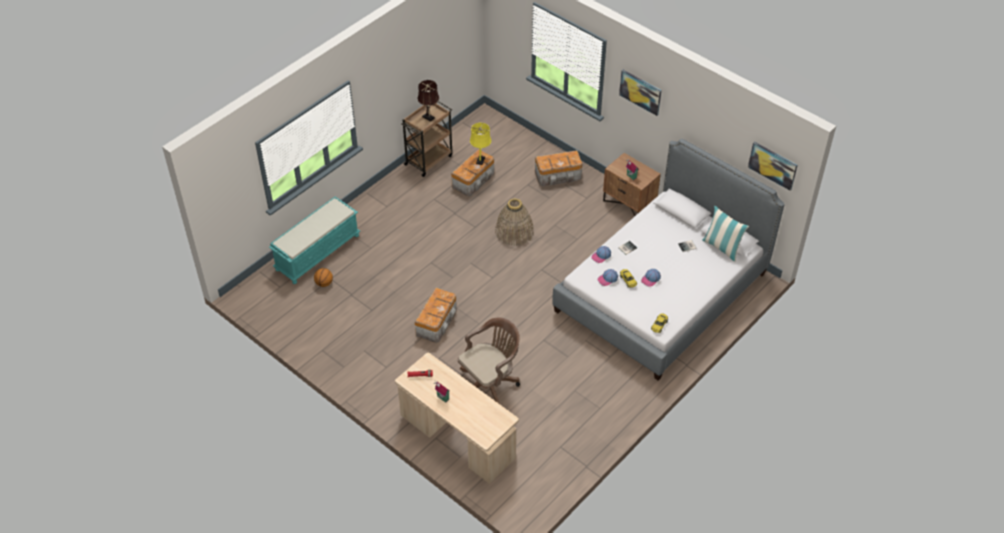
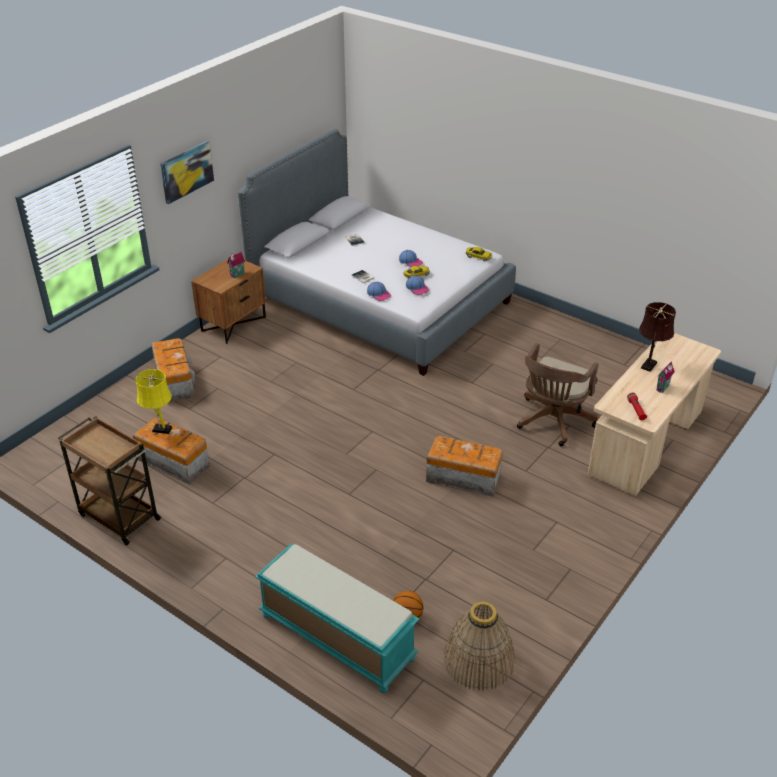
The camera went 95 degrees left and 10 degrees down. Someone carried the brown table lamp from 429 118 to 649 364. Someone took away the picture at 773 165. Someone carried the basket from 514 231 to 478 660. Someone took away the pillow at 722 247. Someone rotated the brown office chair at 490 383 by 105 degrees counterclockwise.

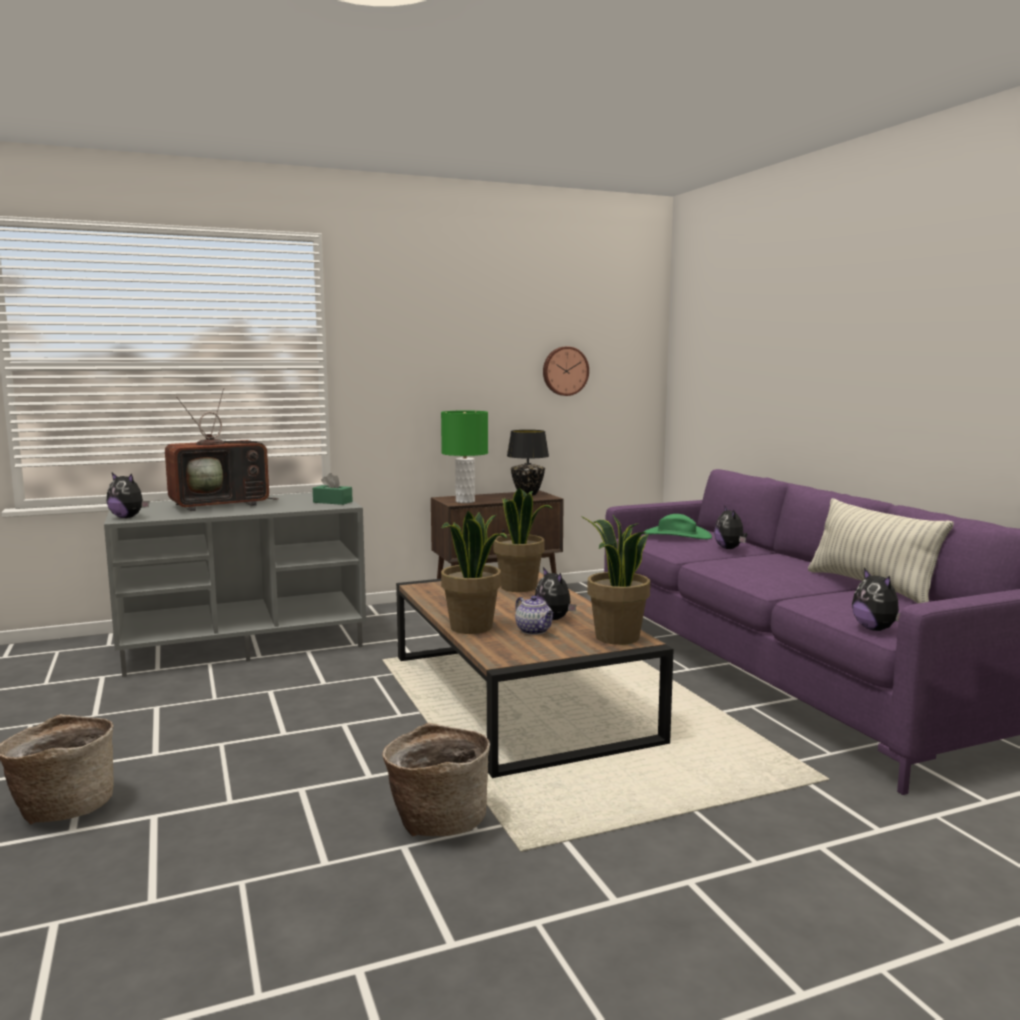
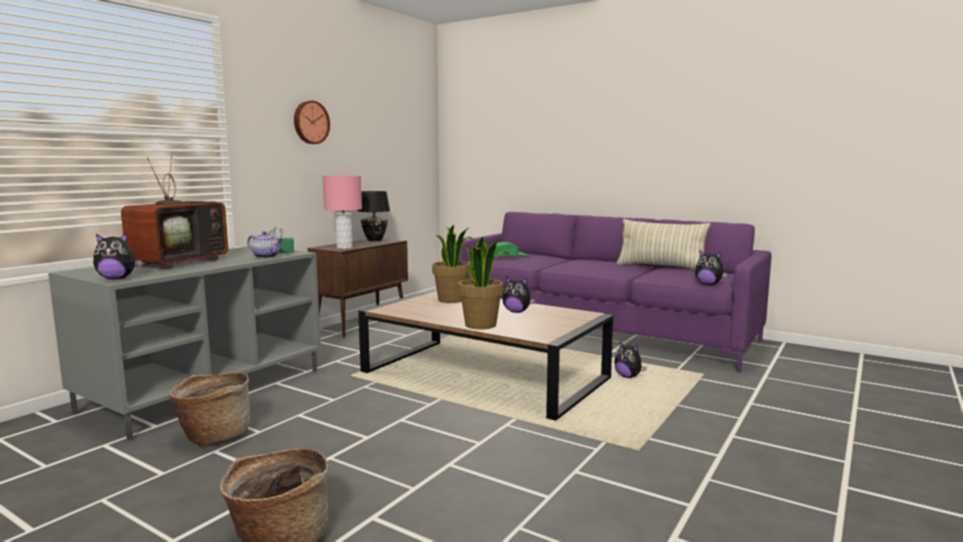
The camera went 35 degrees left and 0 degrees up. Someone carried the wall clock from 564 371 to 310 122. Someone repainted the green table lamp at 465 501, which became the pink table lamp at 344 248. Someone carried the plush toy from 730 548 to 628 376. Someone took away the potted plant at 616 637. Someone carried the teapot from 534 631 to 266 257. Someone carried the basket from 437 820 to 213 435.

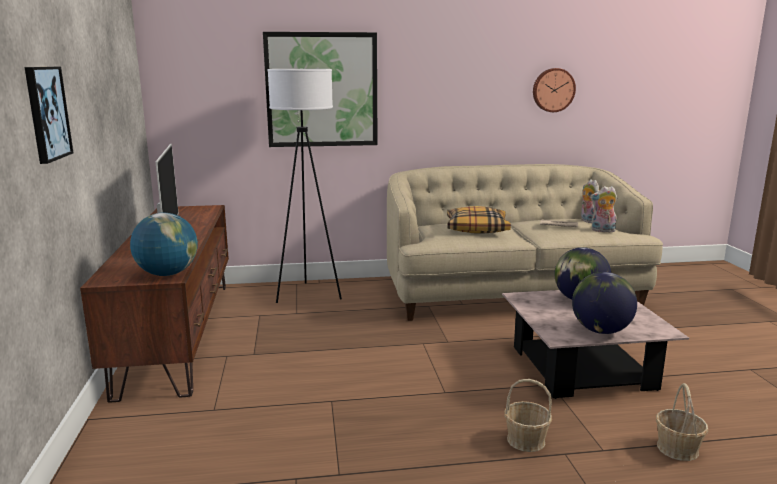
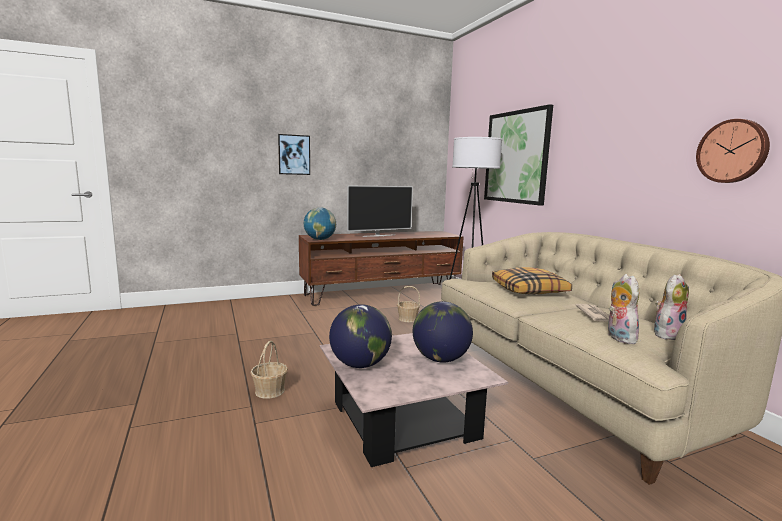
The camera went 75 degrees right and 5 degrees down. Someone carried the basket from 677 449 to 407 319.

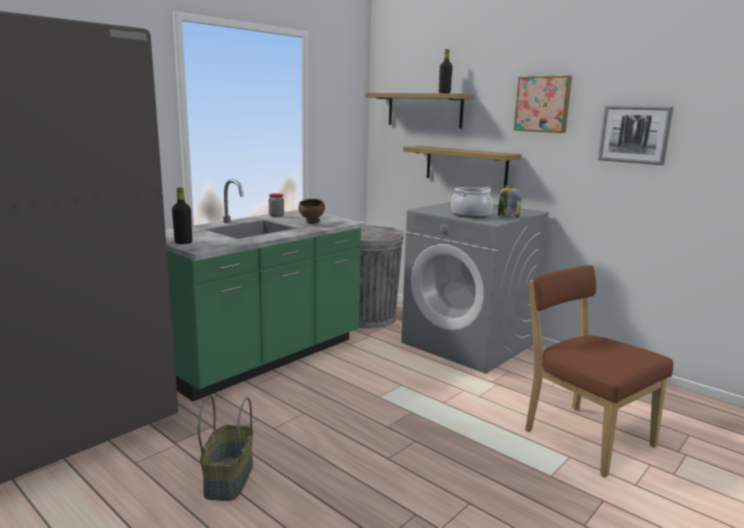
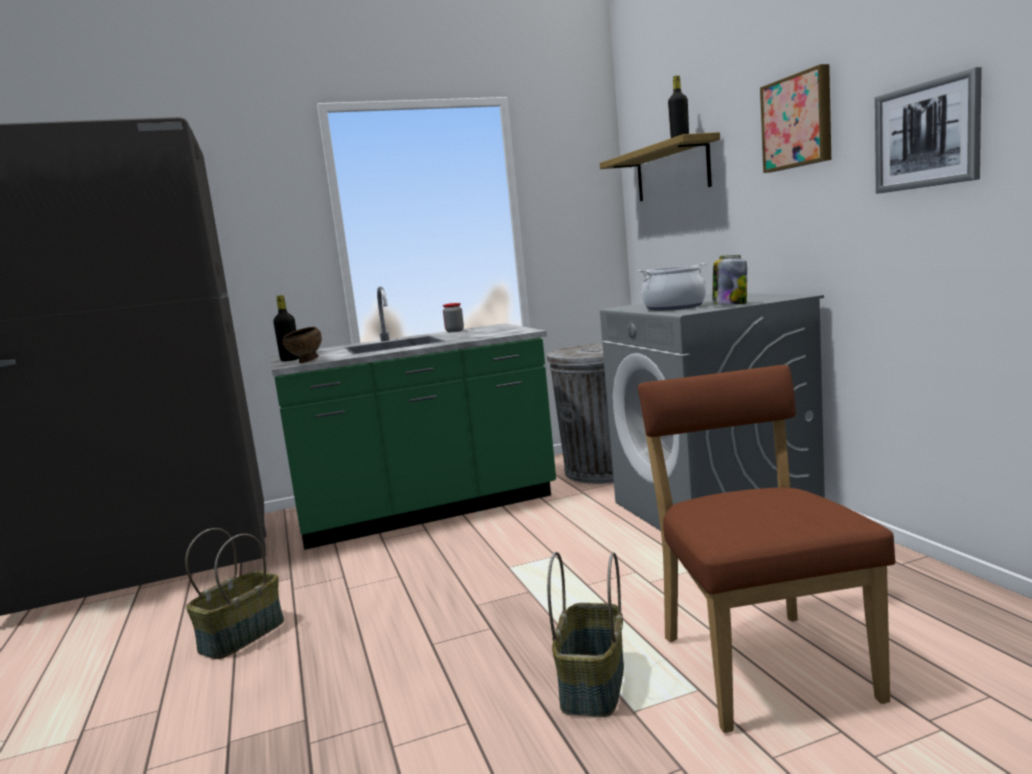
The camera went 30 degrees right and 5 degrees down. Someone took away the shelf at 466 166. Someone carried the brown bowl from 312 223 to 306 362. Someone put down the basket at 594 685.

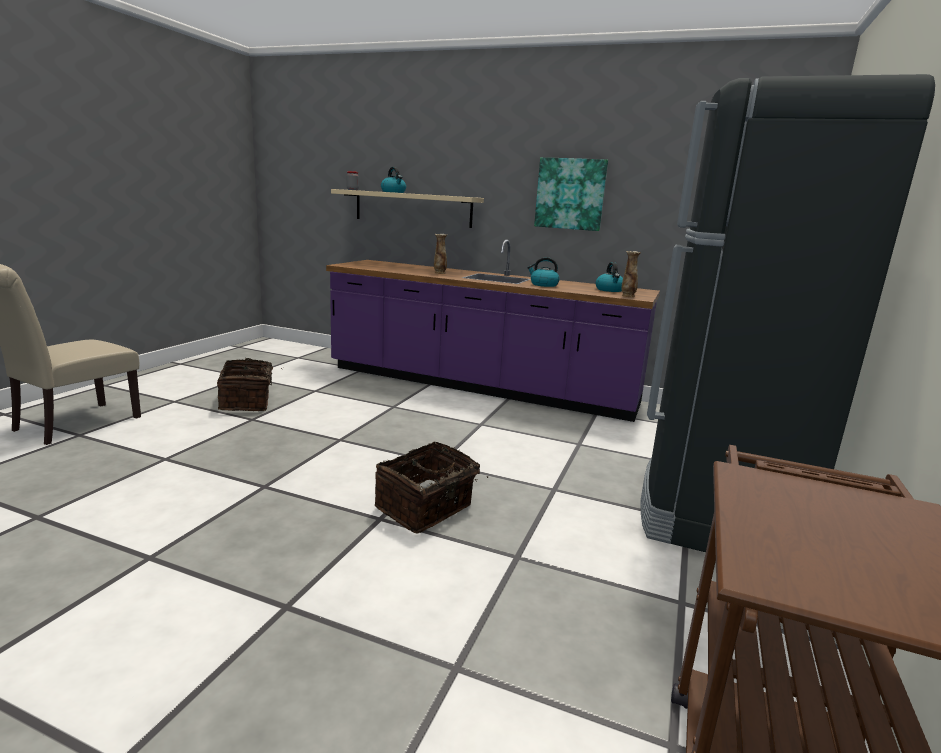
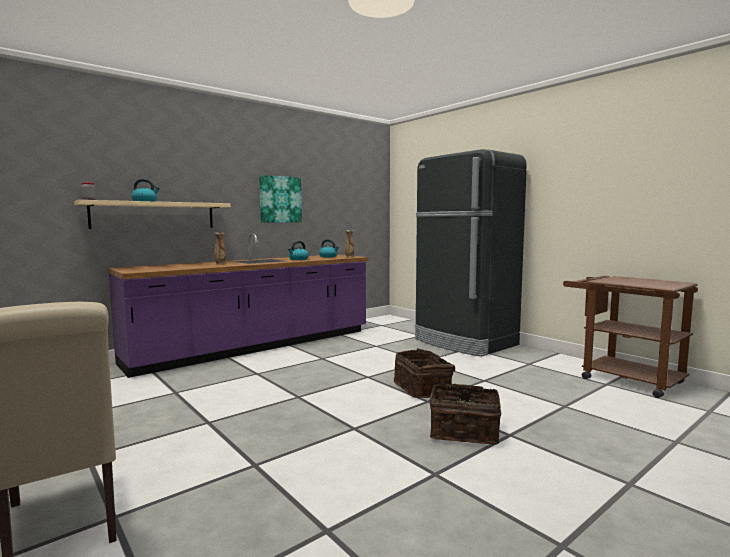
The camera went 60 degrees left and 10 degrees down. Someone carried the basket from 247 402 to 464 432.

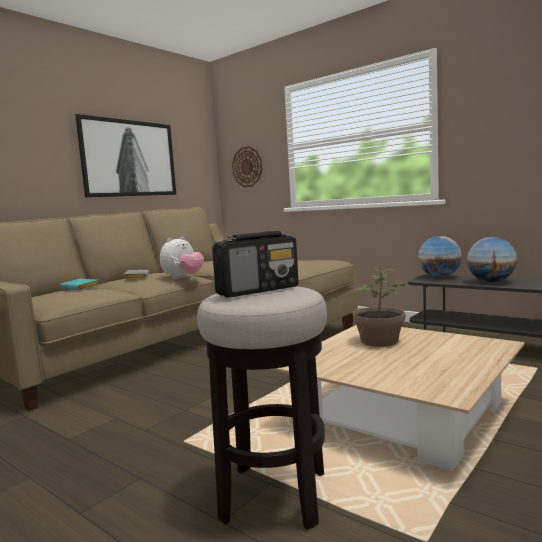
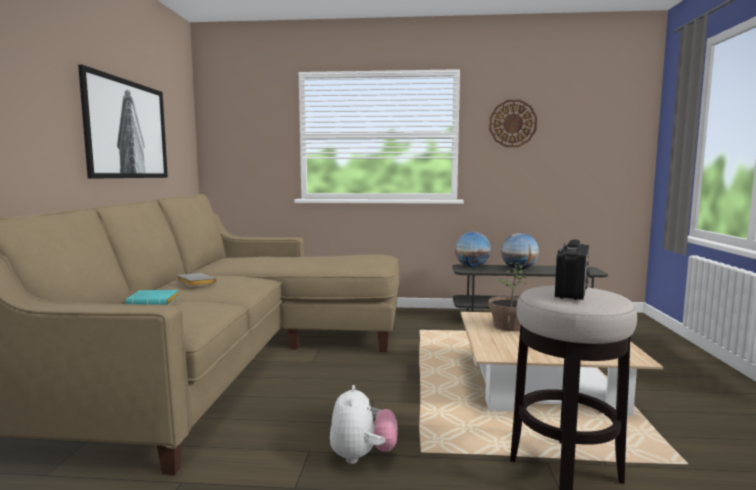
The camera went 35 degrees left and 0 degrees up. Someone carried the wall clock from 247 167 to 512 123. Someone carried the plush toy from 183 278 to 362 456.

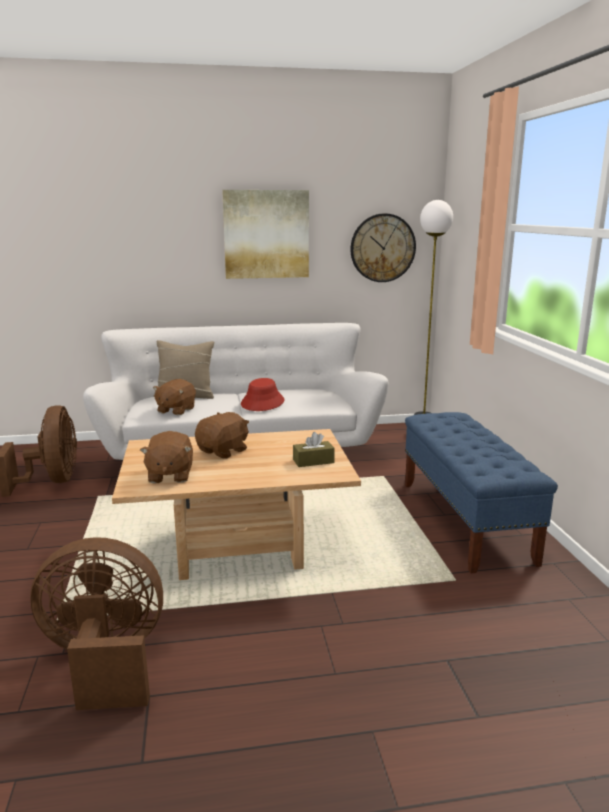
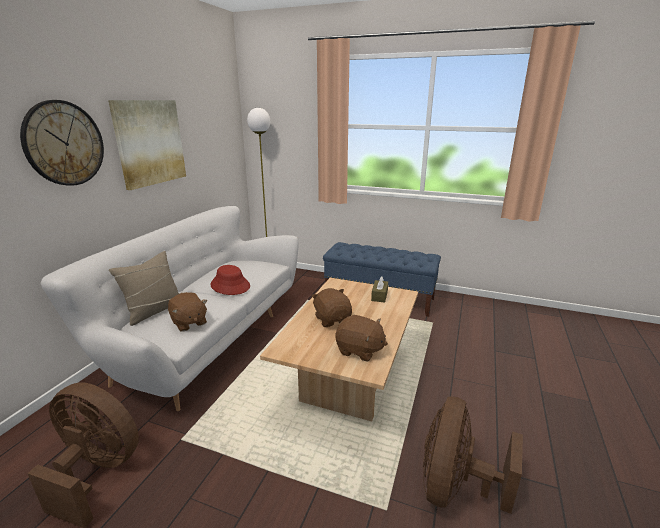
The camera went 60 degrees left and 5 degrees up. Someone carried the wall clock from 382 248 to 64 143.

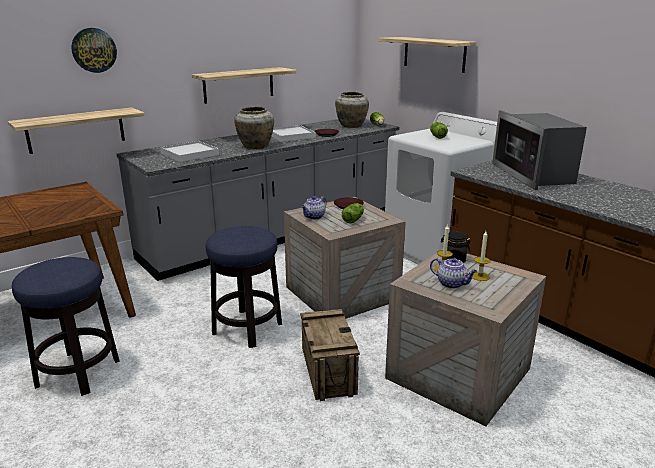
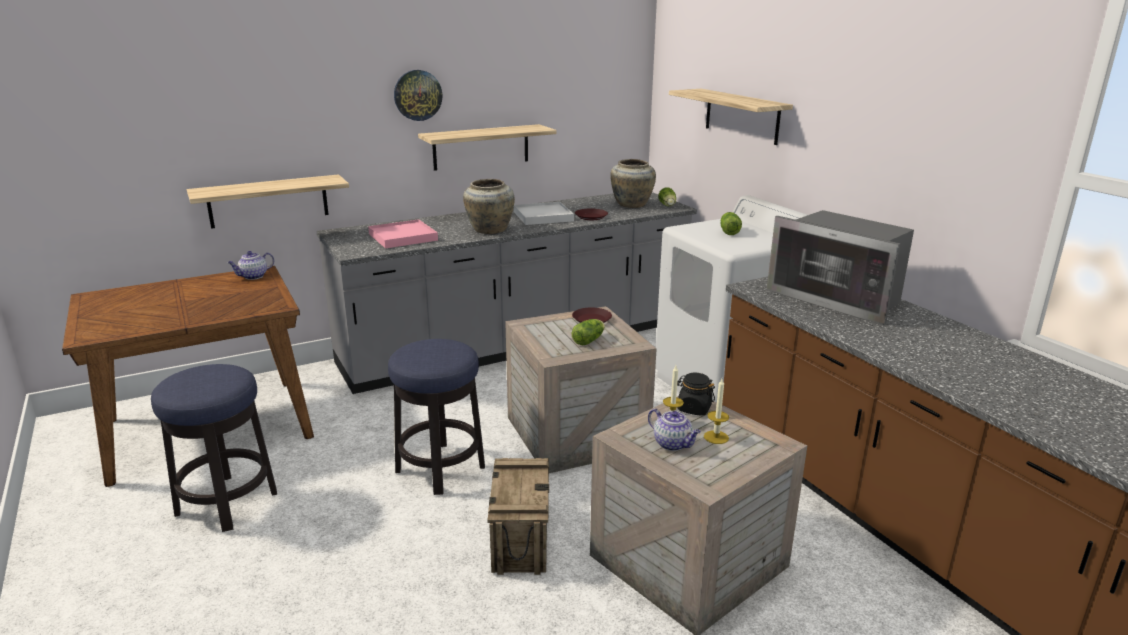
The camera went 10 degrees right and 0 degrees up. Someone carried the wall clock from 94 50 to 417 95. Someone rotated the microwave at 533 174 by 45 degrees counterclockwise. Someone repainted the white tray at 190 154, which became the pink tray at 403 237. Someone carried the teapot from 314 217 to 253 276.

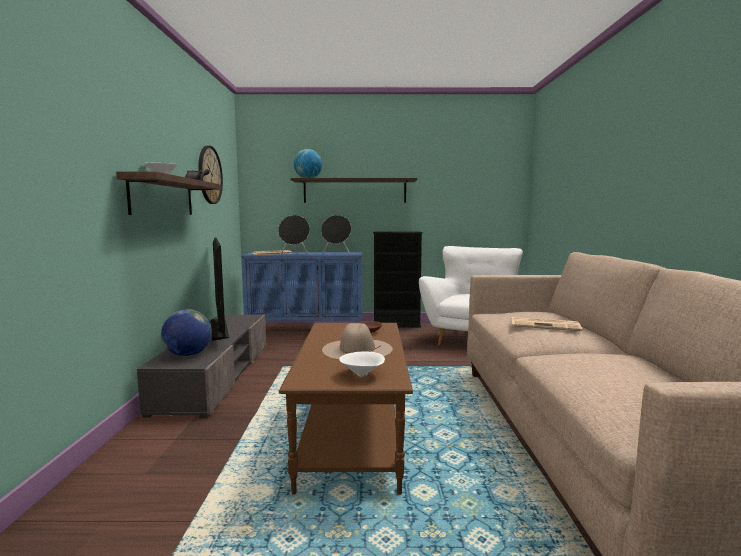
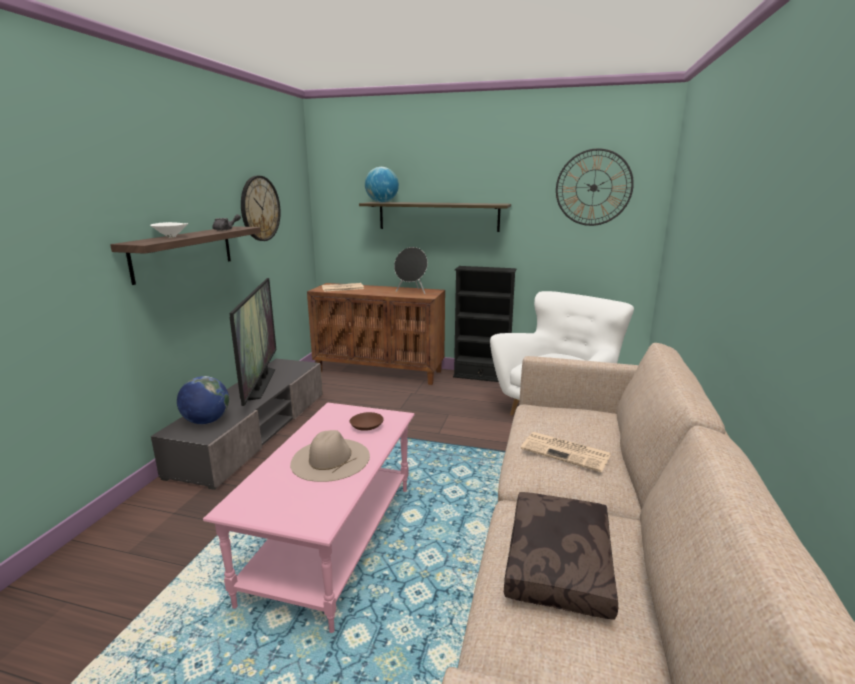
The camera went 15 degrees right and 10 degrees up. Someone took away the black speaker at 295 254. Someone repainted the blue cabinet at 306 328, which became the brown cabinet at 380 371. Someone repainted the brown coffee table at 353 436, which became the pink coffee table at 334 541. Someone took away the white bowl at 363 375. Someone put up the wall clock at 593 187. Someone put down the brown pillow at 561 564.

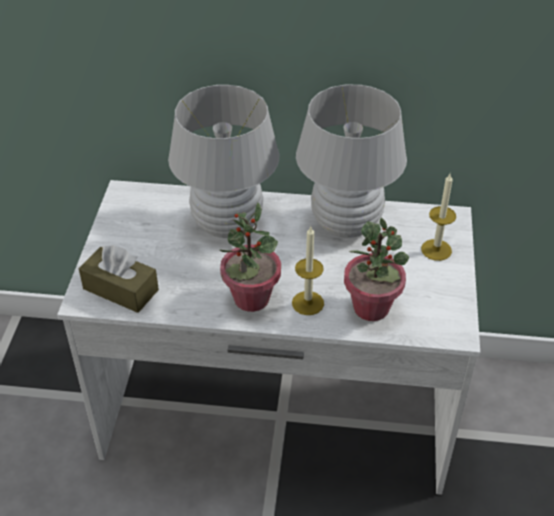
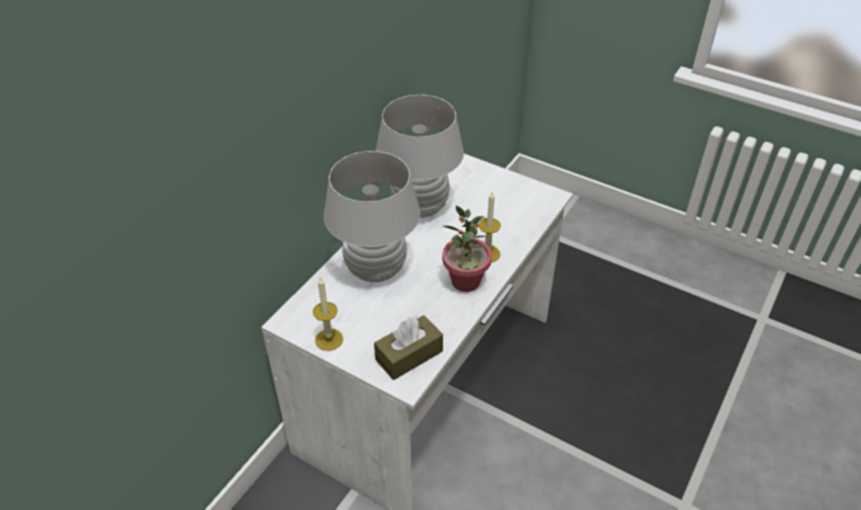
The camera went 65 degrees left and 0 degrees up. Someone carried the candle from 436 250 to 329 339. Someone took away the potted plant at 371 307.

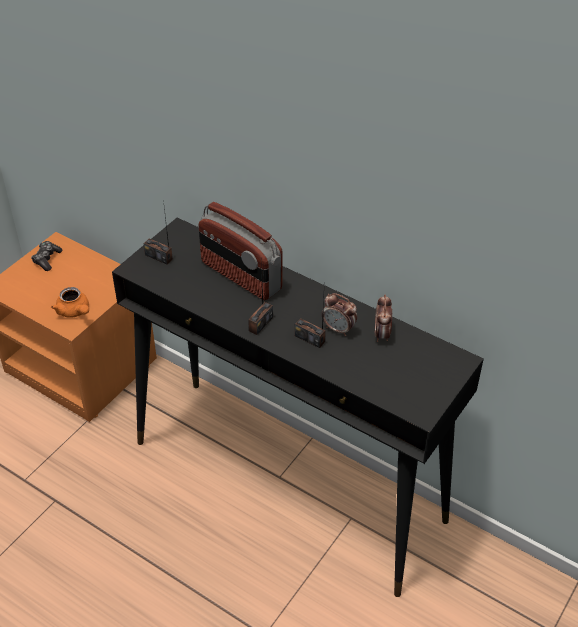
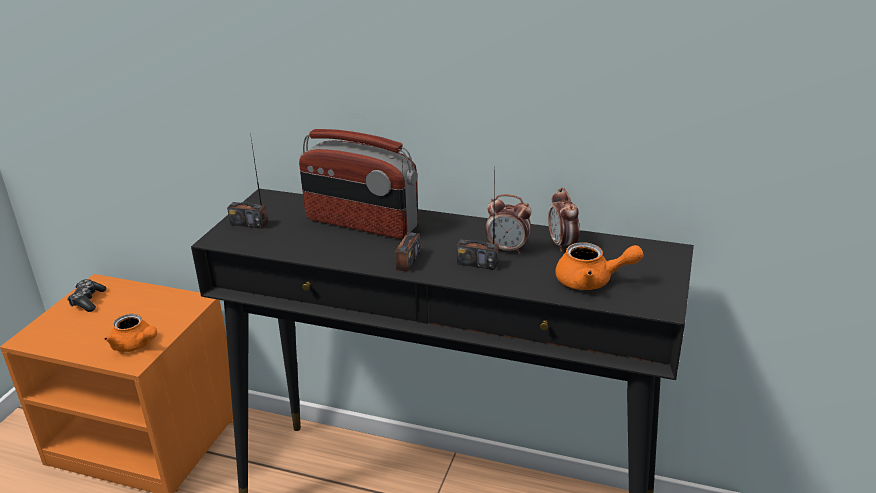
The camera went 15 degrees left and 15 degrees down. Someone put down the orange teapot at 592 281.

